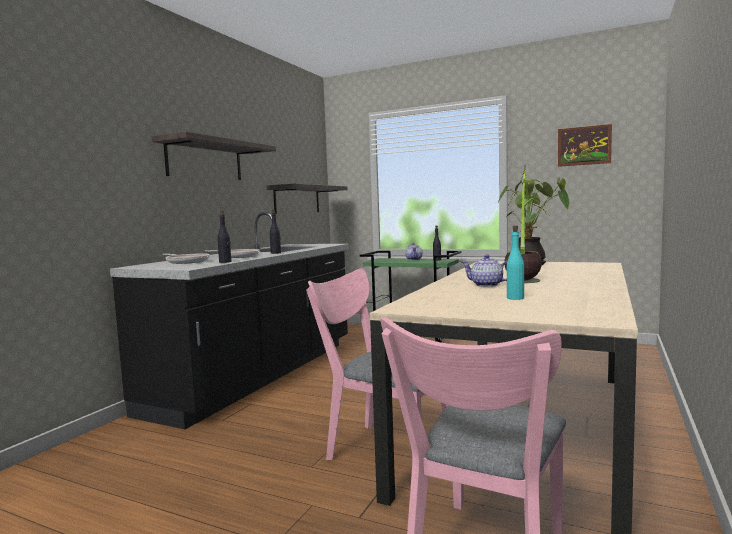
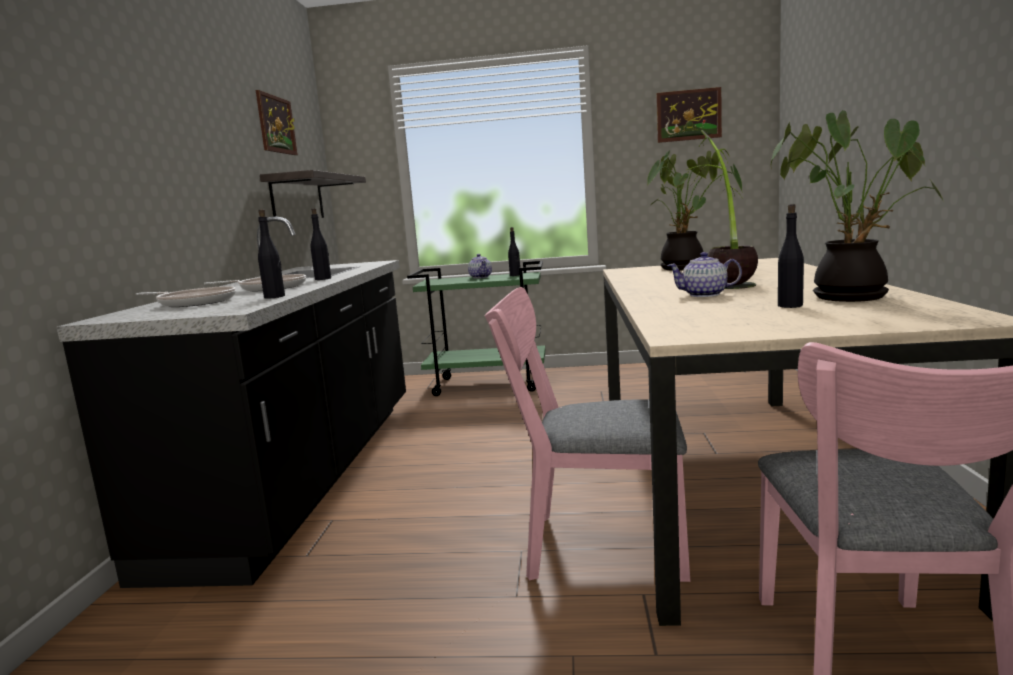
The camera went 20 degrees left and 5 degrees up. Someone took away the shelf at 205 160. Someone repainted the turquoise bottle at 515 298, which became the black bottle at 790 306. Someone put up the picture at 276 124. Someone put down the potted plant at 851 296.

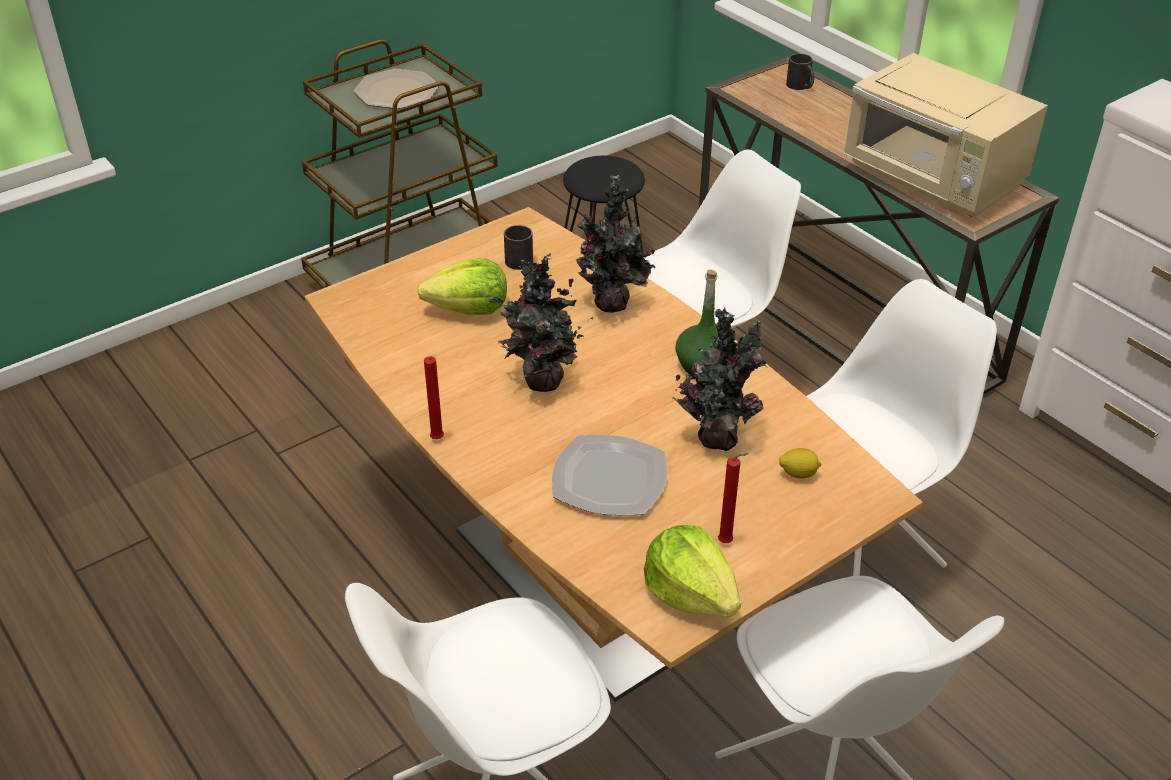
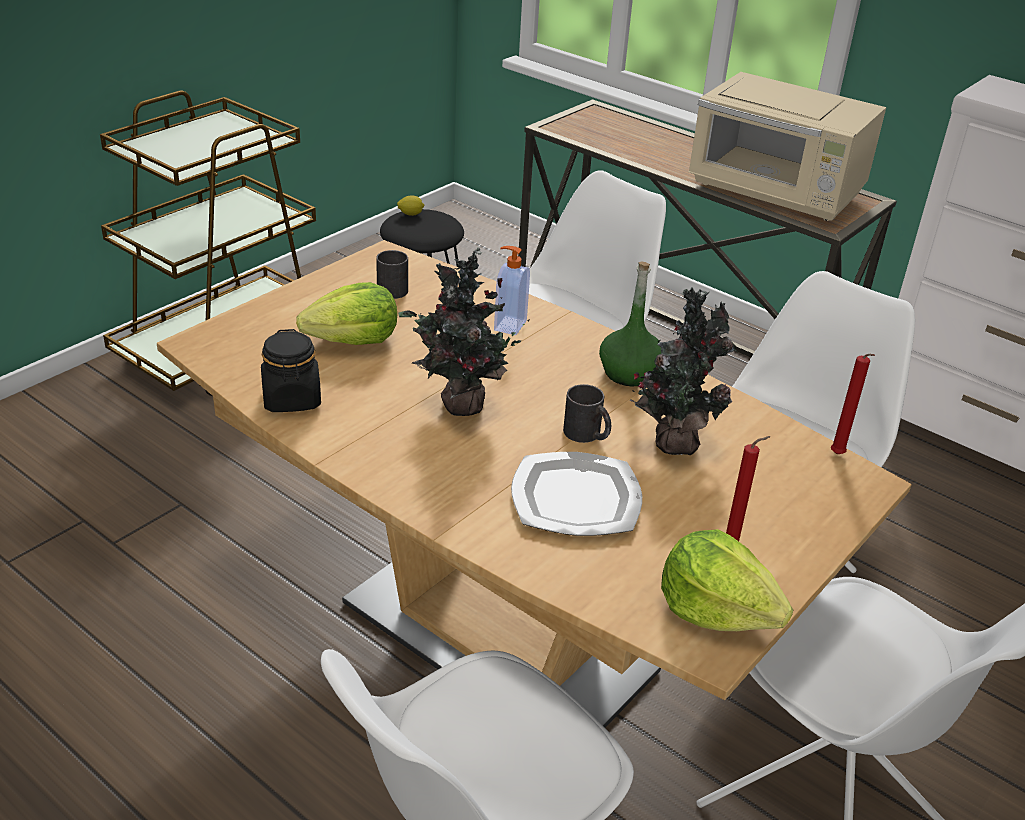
The camera went 15 degrees left and 5 degrees down. Someone carried the black mug from 801 86 to 587 435. Someone took away the plate at 397 91. Someone swapped the potted plant at 612 305 for the soap dispenser at 509 325. Someone carried the red candle from 437 440 to 838 456. Someone carried the lemon from 798 474 to 410 214. Someone put down the black jar at 292 399.

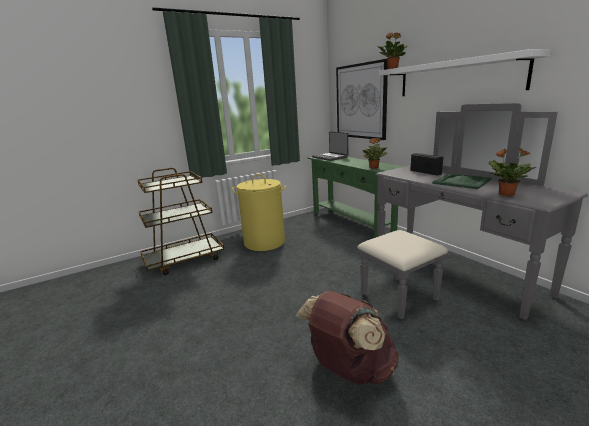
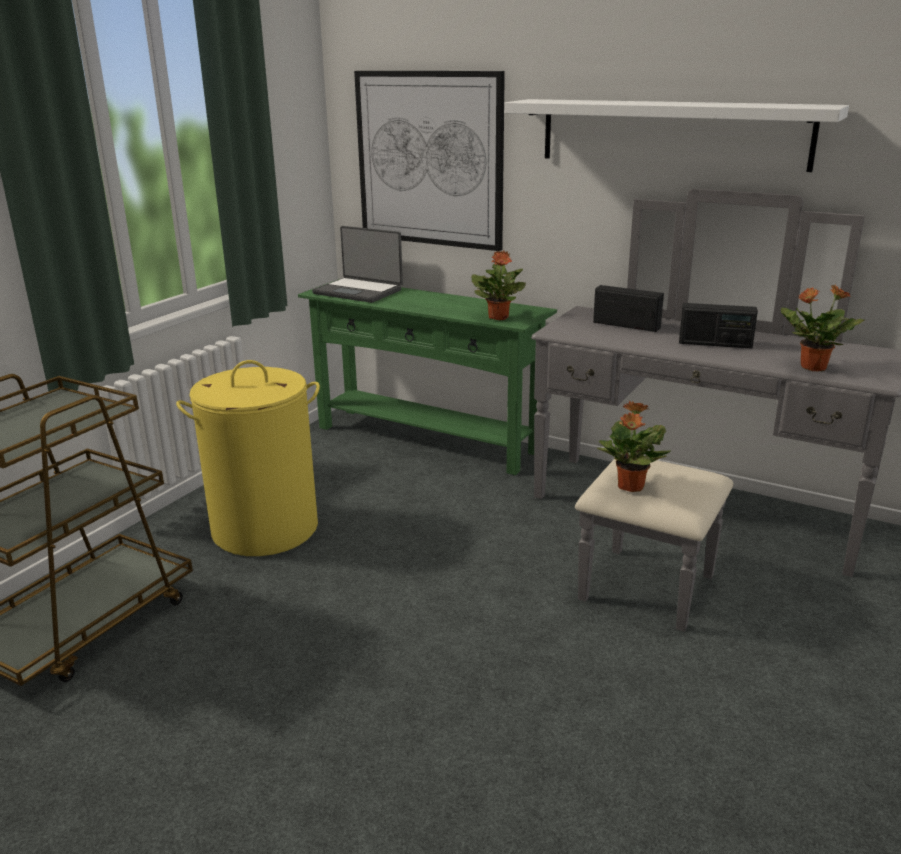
The camera went 30 degrees left and 5 degrees up. Someone carried the potted plant from 392 69 to 630 487. Someone swapped the green tray at 462 181 for the radio at 715 344. Someone took away the brown backpack at 349 369.

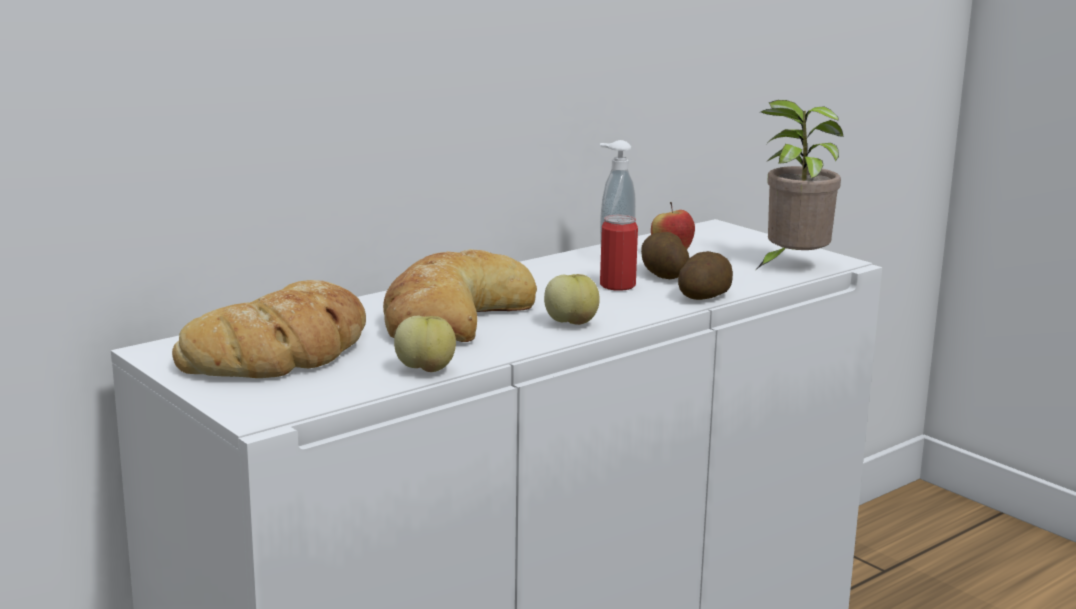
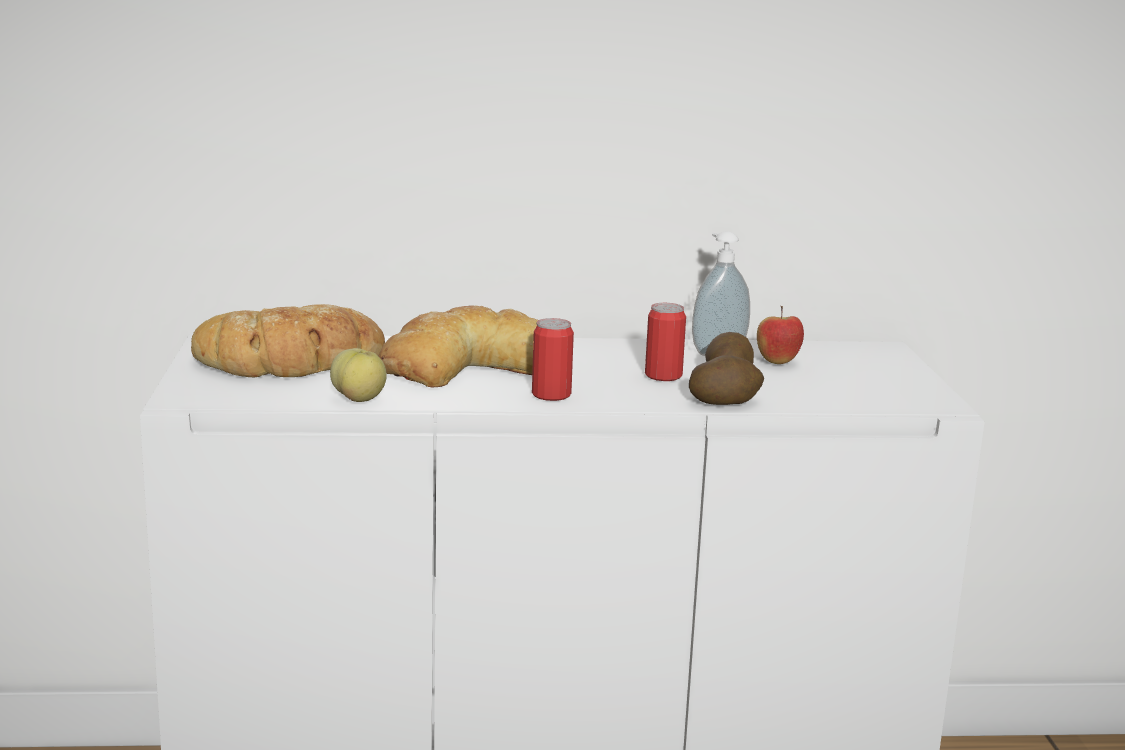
The camera went 35 degrees right and 0 degrees up. Someone took away the potted plant at 792 266. Someone swapped the apple at 571 323 for the can at 551 395.

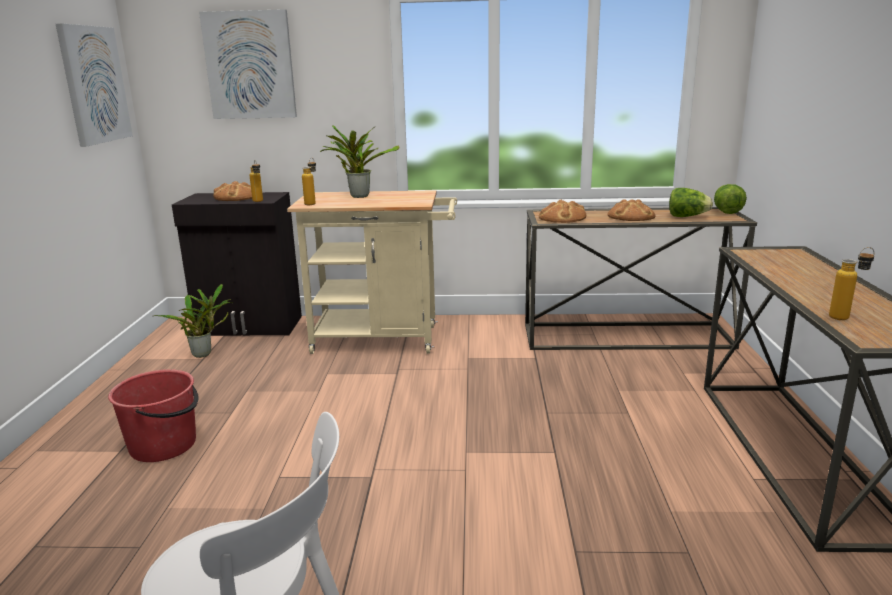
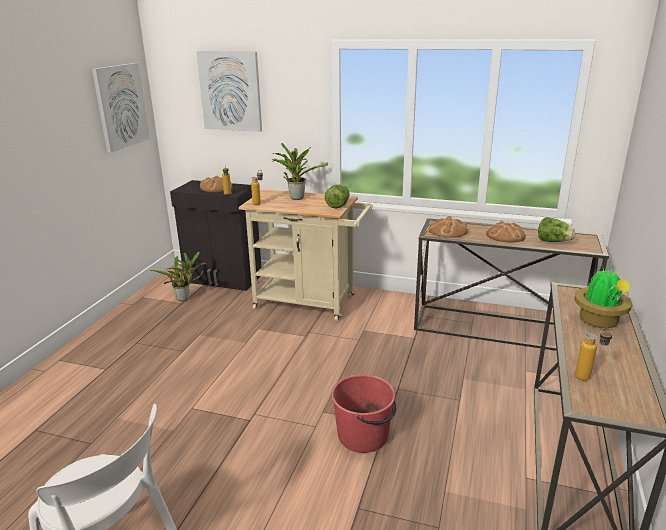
The camera went 15 degrees right and 5 degrees up. Someone carried the lettuce from 726 211 to 338 205. Someone carried the red bucket from 164 445 to 364 435. Someone put down the potted plant at 599 321.

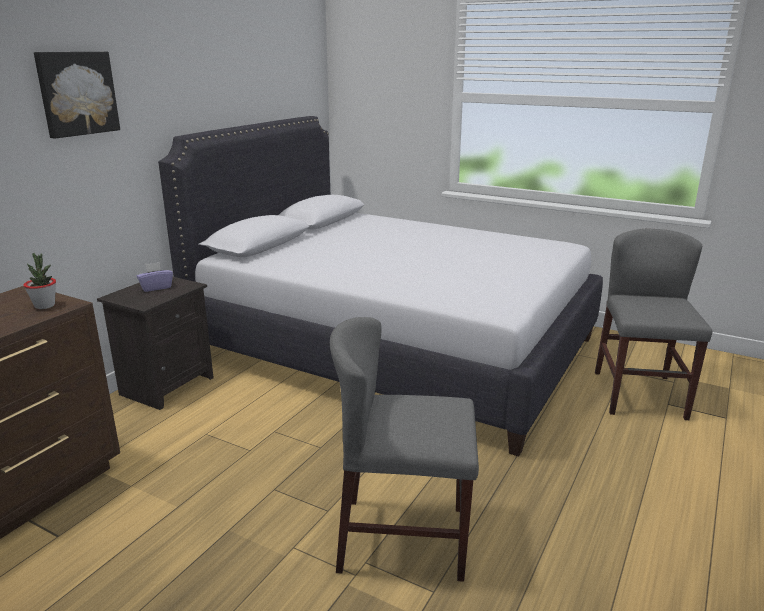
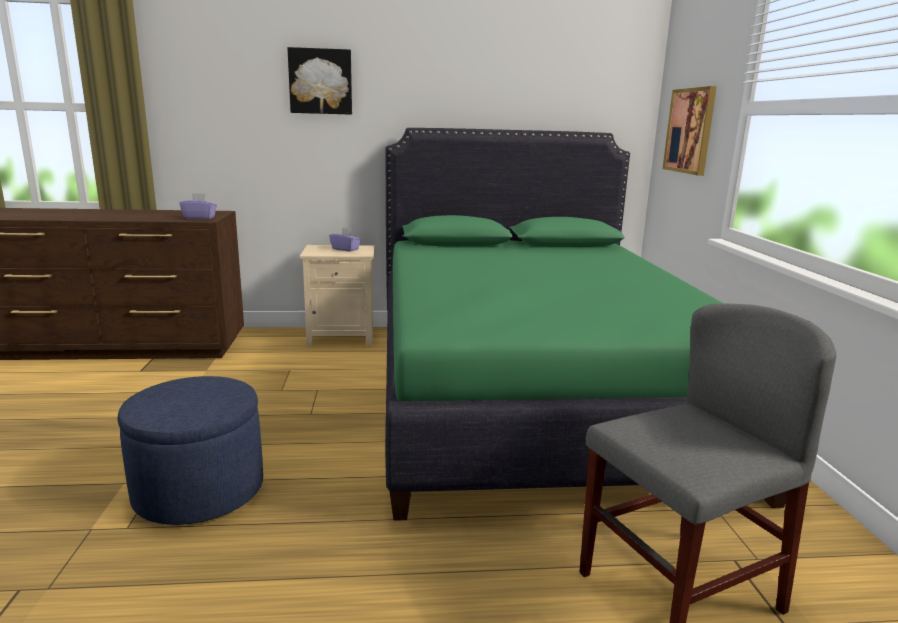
The camera went 55 degrees right and 5 degrees down. Someone repainted the white bed at 395 348, which became the green bed at 531 393. Someone swapped the potted plant at 45 306 for the purple tissue box at 199 218. Someone repainted the black nightstand at 167 385, which became the beige nightstand at 342 337. Someone swapped the grey chair at 403 538 for the blue ottoman at 199 490. Someone put up the picture at 690 131.

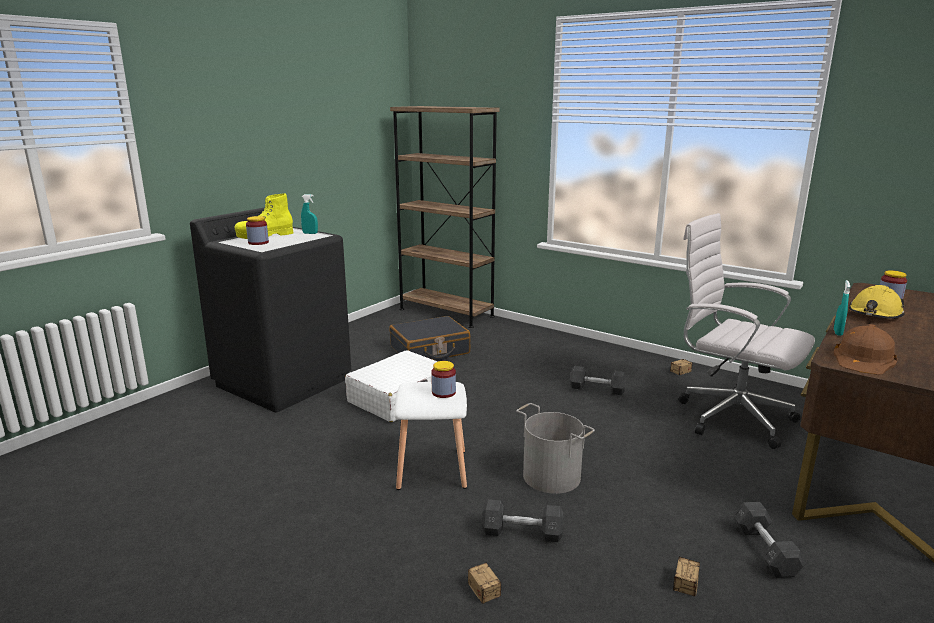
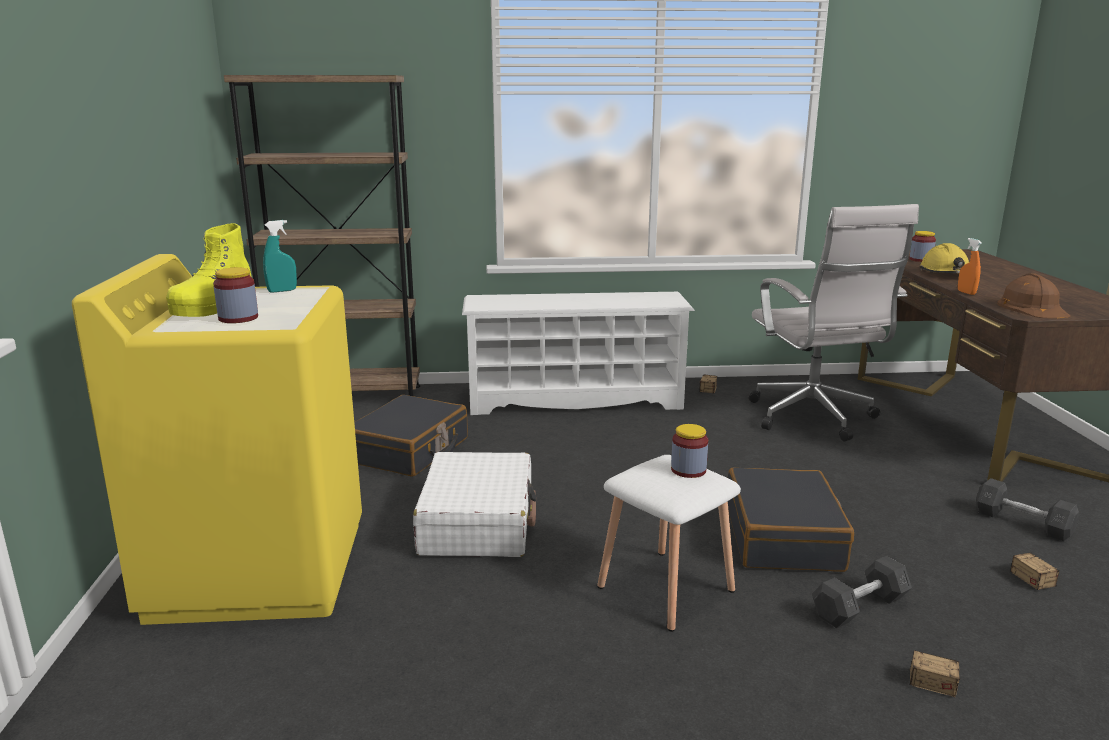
The camera went 40 degrees left and 0 degrees up. Someone repainted the black washing machine at 284 381, which became the yellow washing machine at 259 568. Someone rotated the white office chair at 729 417 by 105 degrees counterclockwise. Someone repainted the turquoise spray bottle at 837 332, which became the orange spray bottle at 966 292. Someone took away the grey dumbbell at 597 389. Someone swapped the grey bucket at 552 476 for the black suitcase at 783 537. Someone put down the white shoe rack at 575 400.

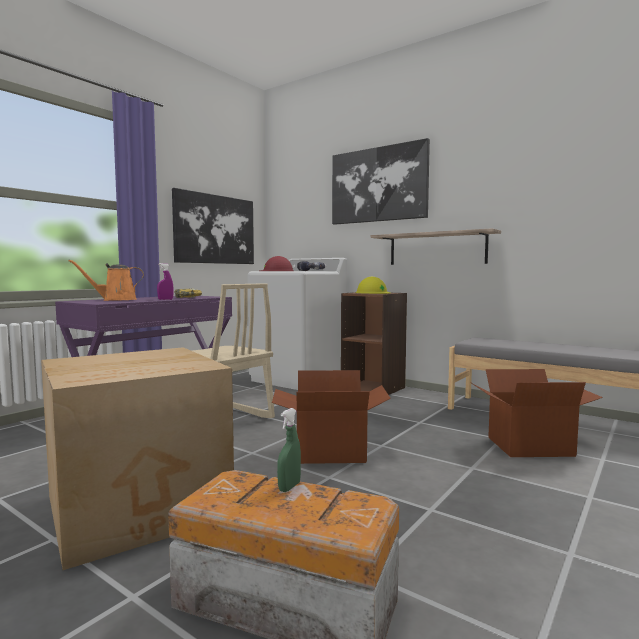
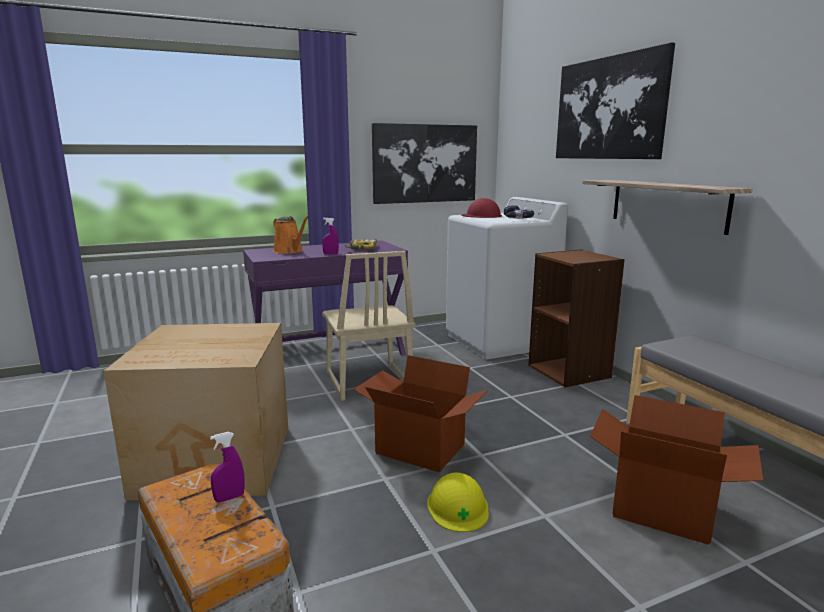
The camera went 30 degrees right and 10 degrees up. Someone rotated the orange watering can at 116 300 by 135 degrees counterclockwise. Someone carried the yellow hard hat from 372 292 to 458 507. Someone repainted the green spray bottle at 289 487, which became the purple spray bottle at 229 498.

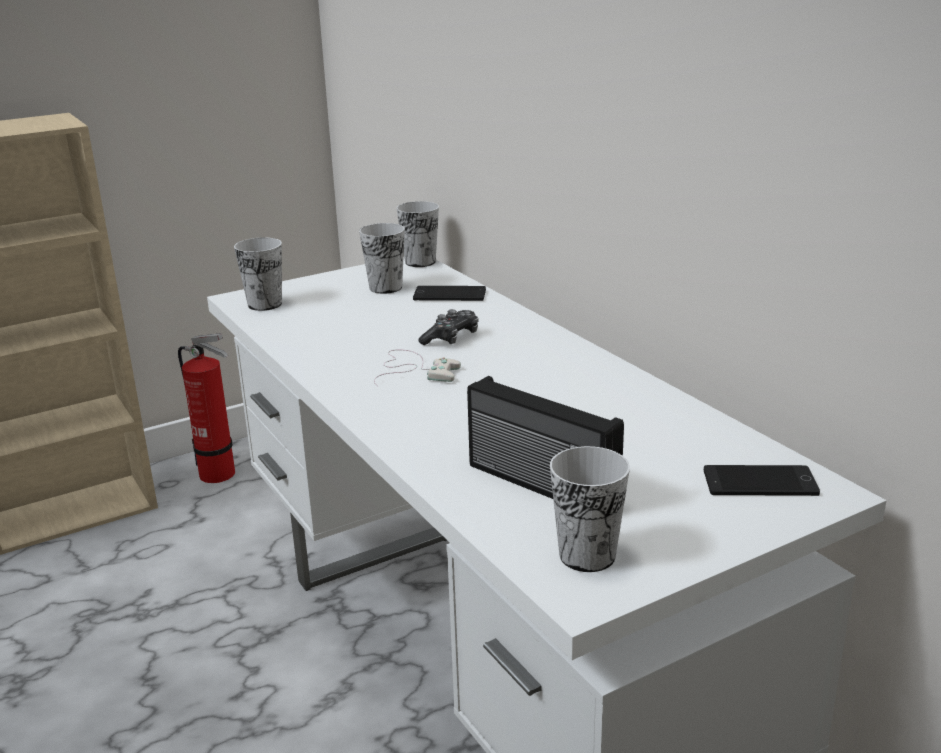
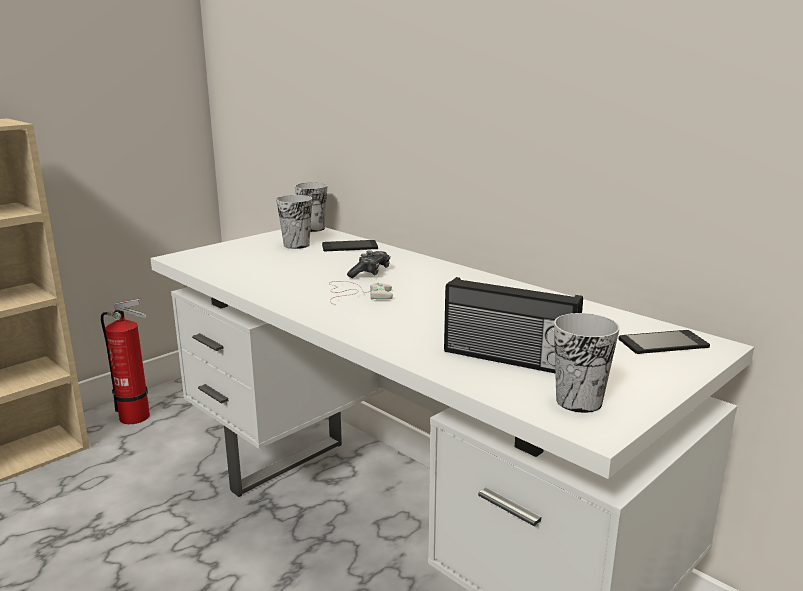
The camera went 15 degrees left and 5 degrees down. Someone took away the cup at 265 304.

